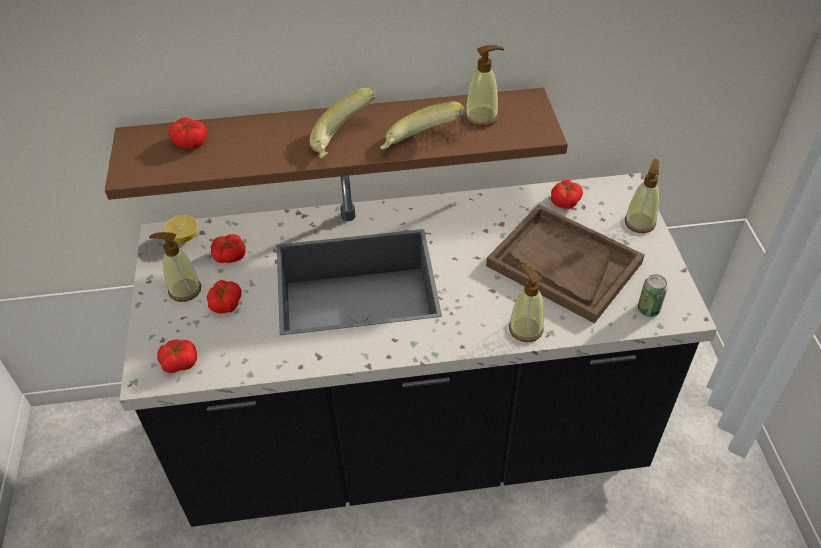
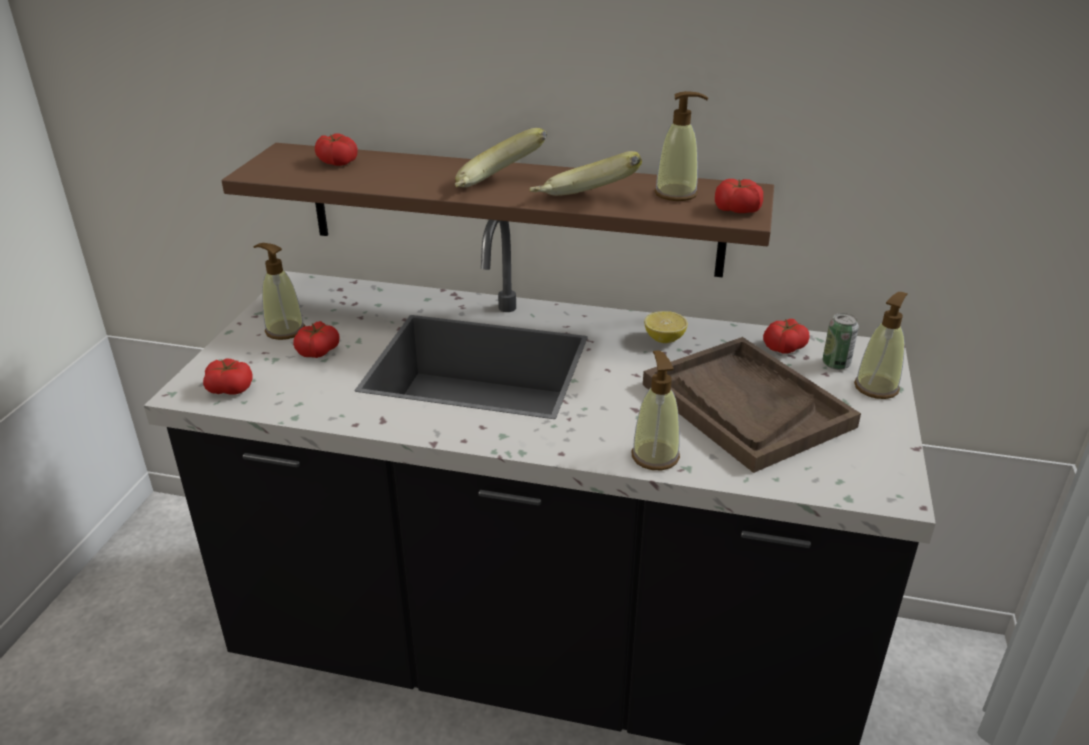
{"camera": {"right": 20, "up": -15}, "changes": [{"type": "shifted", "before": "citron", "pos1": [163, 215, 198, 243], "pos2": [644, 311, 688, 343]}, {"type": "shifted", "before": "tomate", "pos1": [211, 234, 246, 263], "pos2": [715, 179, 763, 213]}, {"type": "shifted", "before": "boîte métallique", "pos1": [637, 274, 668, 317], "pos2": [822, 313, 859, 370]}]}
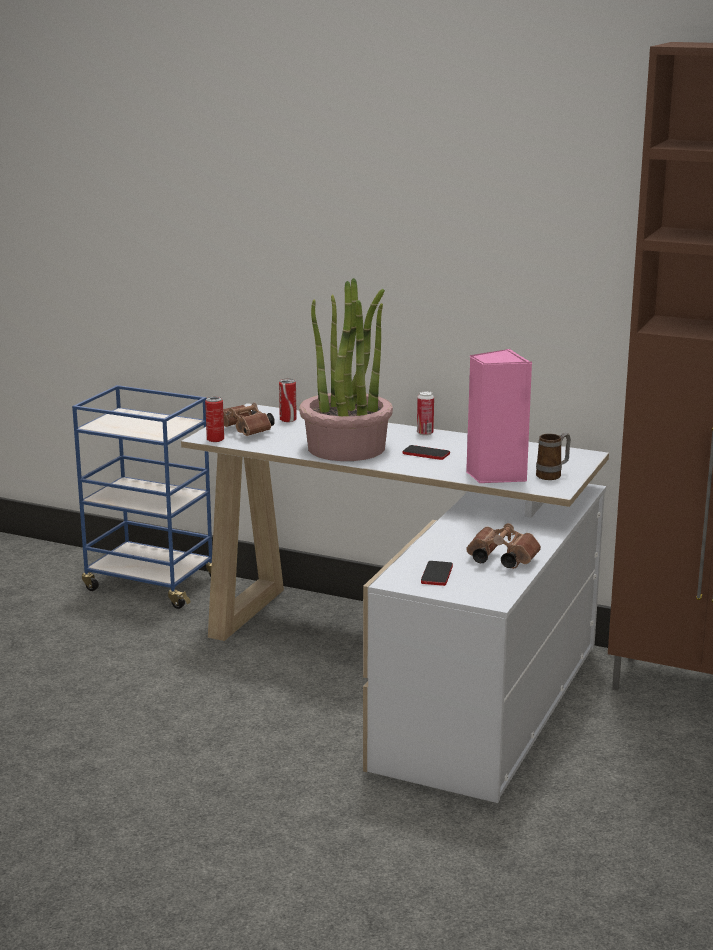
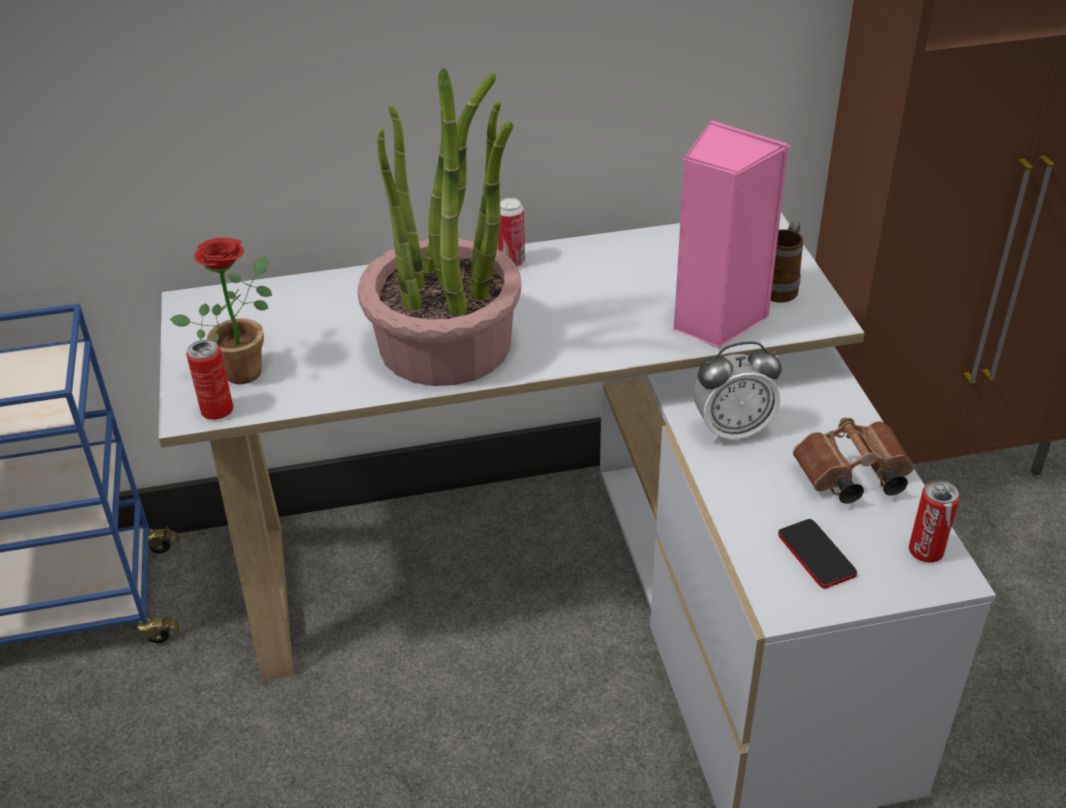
{"camera": {"right": -35, "up": 20}, "changes": [{"type": "gone", "before": "téléphone", "pos1": [402, 445, 450, 460]}, {"type": "new", "after": "réveil", "pos2": [693, 342, 782, 443]}, {"type": "shifted", "before": "boîte métallique", "pos1": [279, 379, 297, 422], "pos2": [909, 480, 960, 563]}, {"type": "swapped", "before": "jumelles (marron)", "after": "plante en pot", "pos1": [223, 403, 275, 436], "pos2": [170, 238, 272, 384]}]}
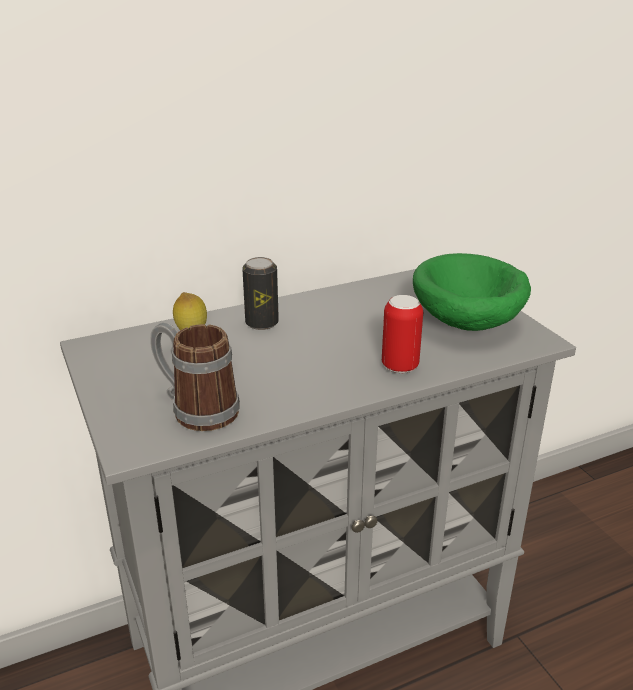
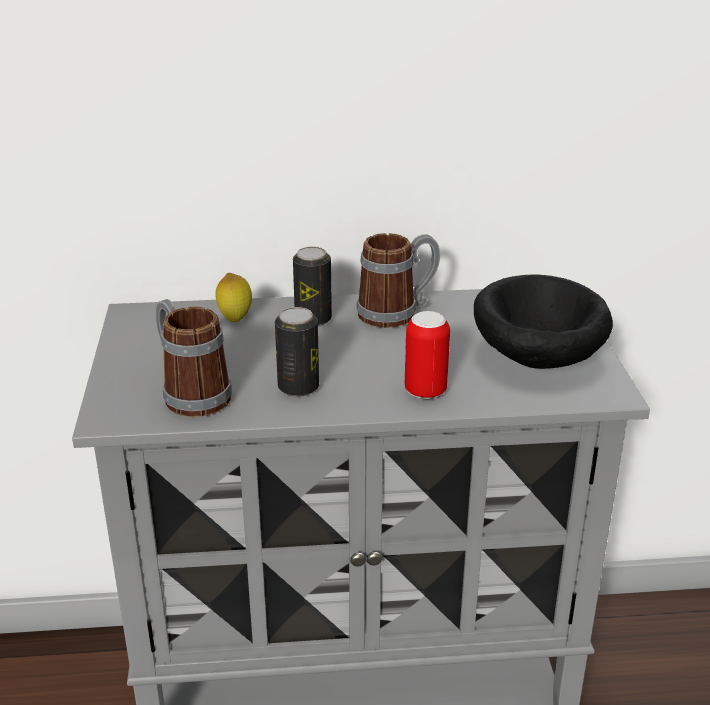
{"camera": {"right": 20, "up": 0}, "changes": [{"type": "new", "after": "boîte métallique", "pos2": [275, 307, 319, 397]}, {"type": "new", "after": "mug", "pos2": [356, 233, 440, 328]}, {"type": "repainted", "before": "bol (vert)", "after": "bol (noir)", "pos1": [413, 253, 531, 331], "pos2": [474, 275, 613, 369]}]}
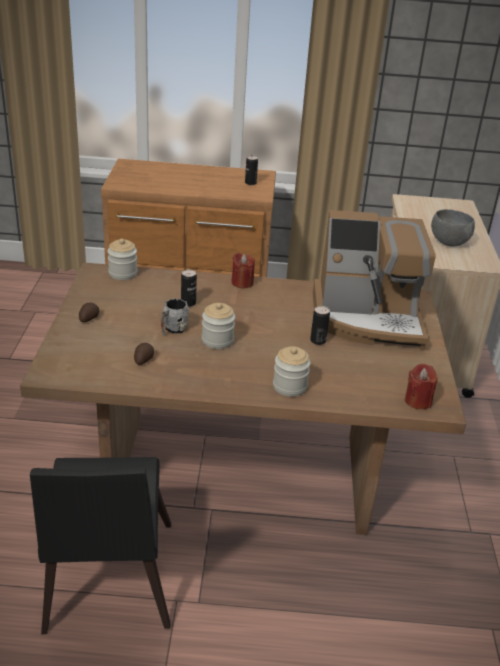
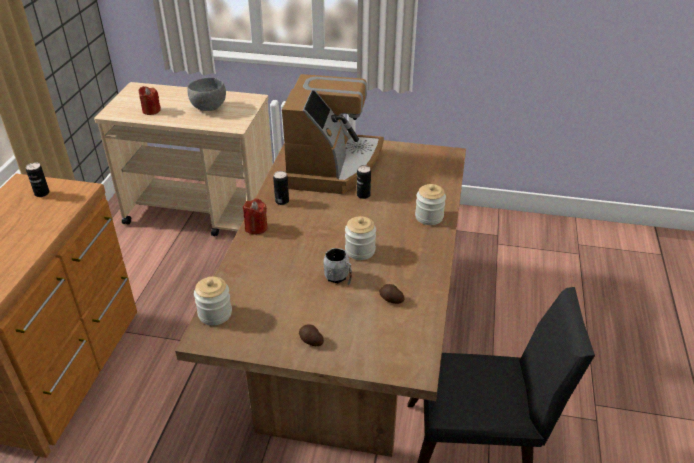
{"camera": {"right": -80, "up": 5}, "changes": [{"type": "shifted", "before": "boîte métallique", "pos1": [181, 269, 197, 307], "pos2": [273, 171, 289, 205]}, {"type": "shifted", "before": "bougie (rouge)", "pos1": [405, 364, 438, 409], "pos2": [139, 86, 161, 115]}]}
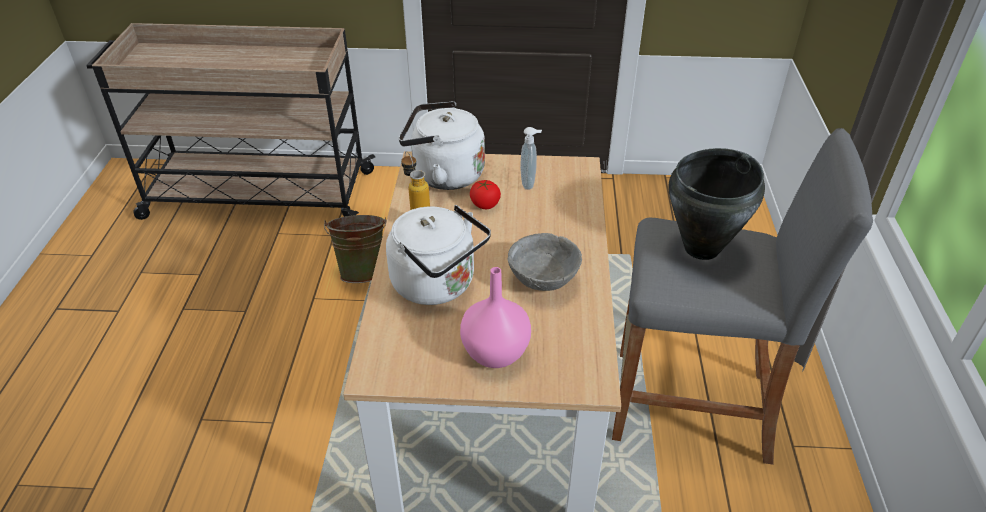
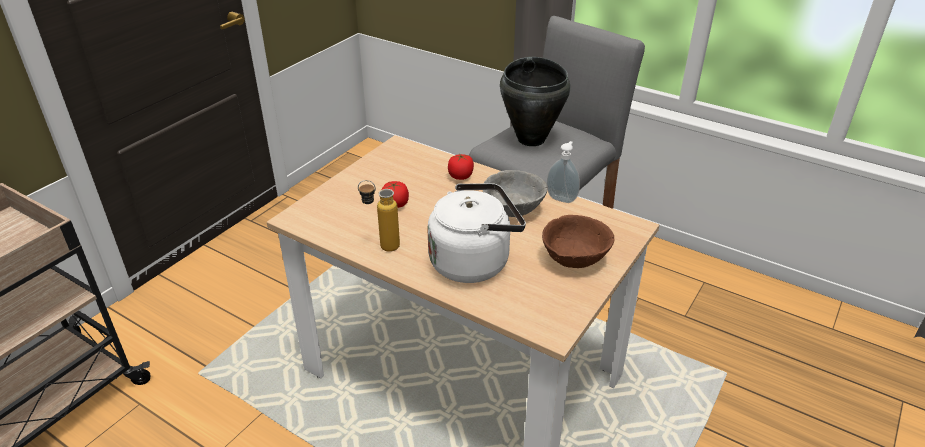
{"camera": {"right": -60, "up": -5}, "changes": [{"type": "gone", "before": "seau (vert)", "pos1": [324, 215, 387, 283]}, {"type": "gone", "before": "bouilloire (blanc)", "pos1": [399, 101, 485, 190]}, {"type": "new", "after": "tomate", "pos2": [448, 153, 474, 180]}, {"type": "shifted", "before": "distributeur de savon", "pos1": [520, 127, 542, 190], "pos2": [547, 141, 580, 203]}, {"type": "swapped", "before": "vase (rose)", "after": "bol (marron)", "pos1": [460, 267, 531, 368], "pos2": [542, 215, 615, 268]}]}
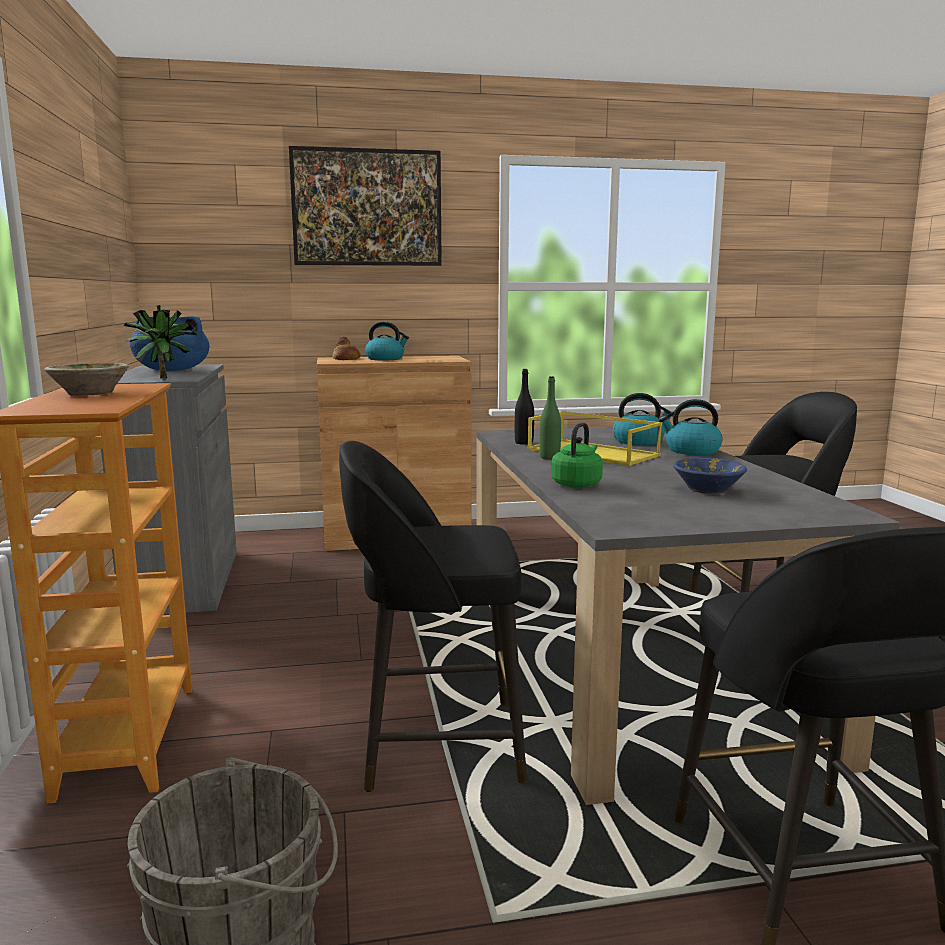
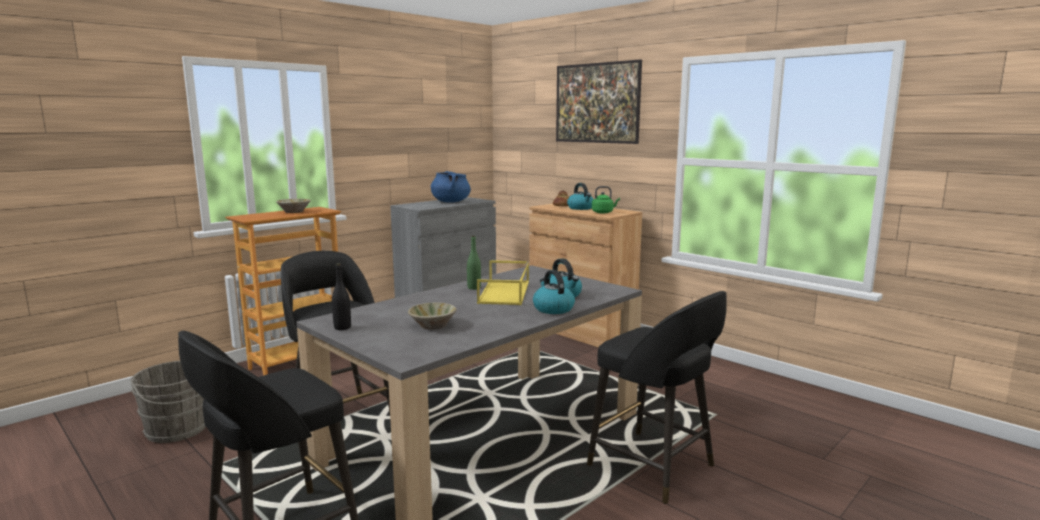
{"camera": {"right": 55, "up": 0}, "changes": [{"type": "gone", "before": "plante en pot", "pos1": [124, 305, 196, 379]}, {"type": "shifted", "before": "bouteille (noir)", "pos1": [515, 369, 534, 445], "pos2": [332, 263, 351, 330]}, {"type": "shifted", "before": "bouilloire (vert)", "pos1": [551, 422, 603, 488], "pos2": [592, 186, 620, 214]}, {"type": "repainted", "before": "bol (bleu)", "after": "bol (beige)", "pos1": [673, 458, 747, 494], "pos2": [408, 302, 457, 330]}]}
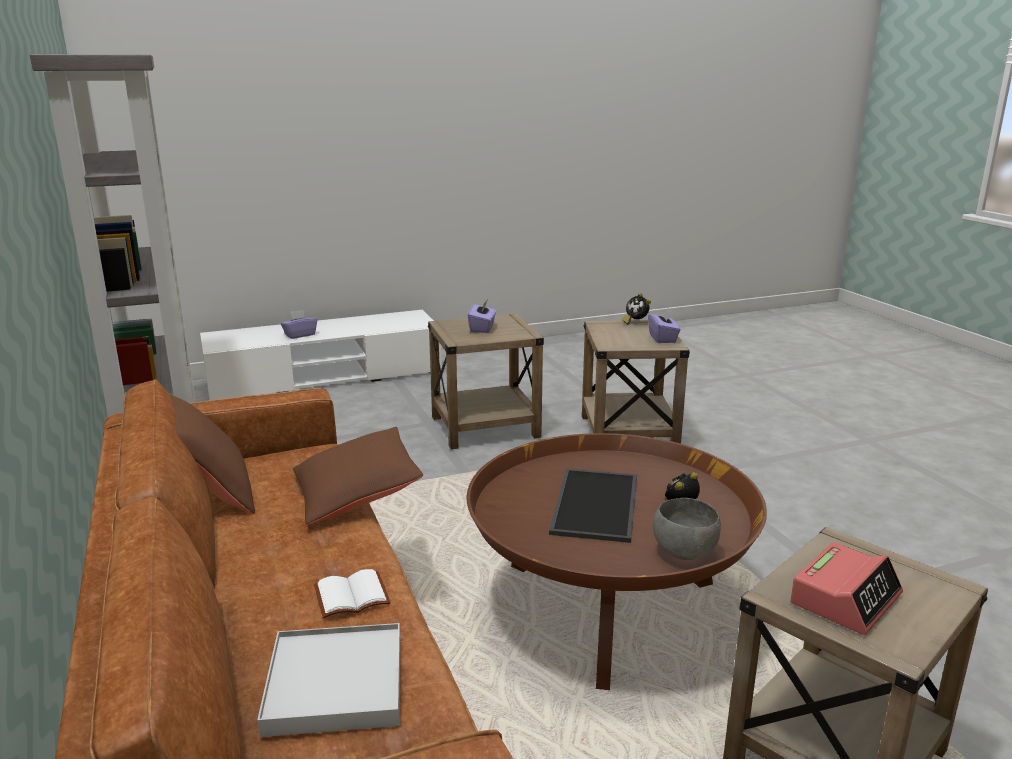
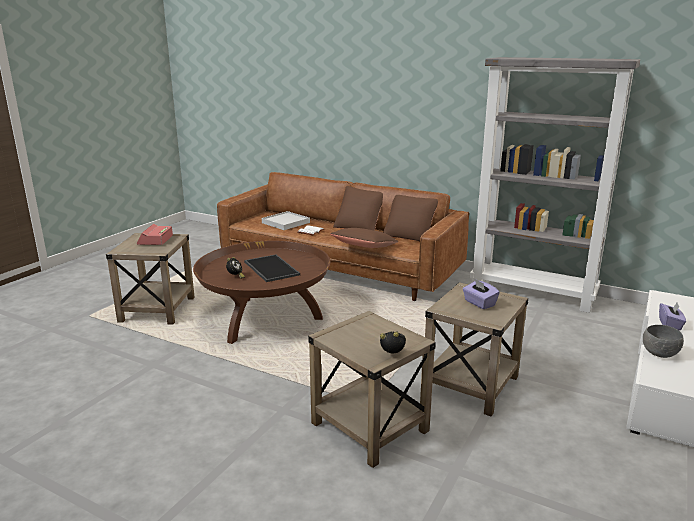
{"camera": {"right": 140, "up": 0}, "changes": [{"type": "gone", "before": "boîte à mouchoirs (violet)", "pos1": [648, 308, 681, 343]}, {"type": "new", "after": "coussin (marron)", "pos2": [333, 186, 383, 231]}, {"type": "shifted", "before": "bol (gris)", "pos1": [653, 498, 721, 560], "pos2": [643, 325, 684, 358]}]}
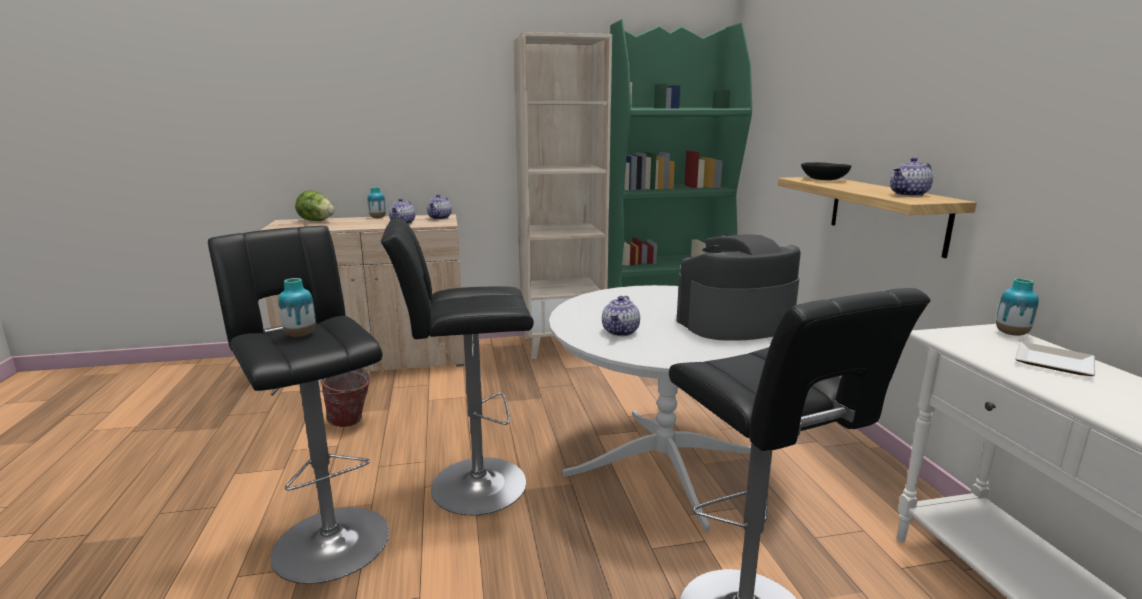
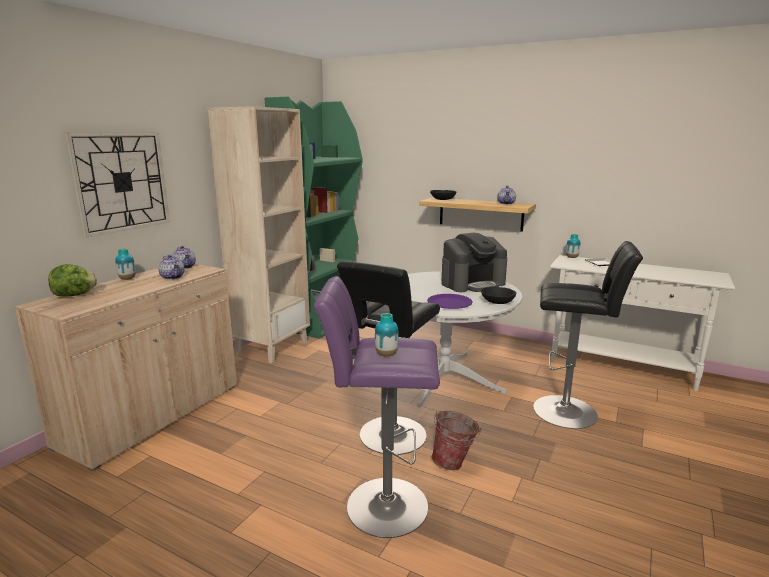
{"camera": {"right": -50, "up": 0}, "changes": [{"type": "new", "after": "horloge murale", "pos2": [65, 132, 170, 238]}, {"type": "new", "after": "bol (noir)", "pos2": [481, 287, 516, 304]}, {"type": "shifted", "before": "seau", "pos1": [320, 368, 372, 427], "pos2": [432, 411, 482, 470]}, {"type": "swapped", "before": "théière", "after": "assiette (violet)", "pos1": [602, 296, 640, 336], "pos2": [427, 294, 473, 309]}, {"type": "repainted", "before": "tabouret (noir)", "after": "tabouret (violet)", "pos1": [208, 226, 389, 584], "pos2": [313, 276, 440, 538]}, {"type": "rotated", "before": "machine à café", "pos1": [676, 234, 801, 341], "pos2": [441, 233, 507, 292], "turn": -135}]}
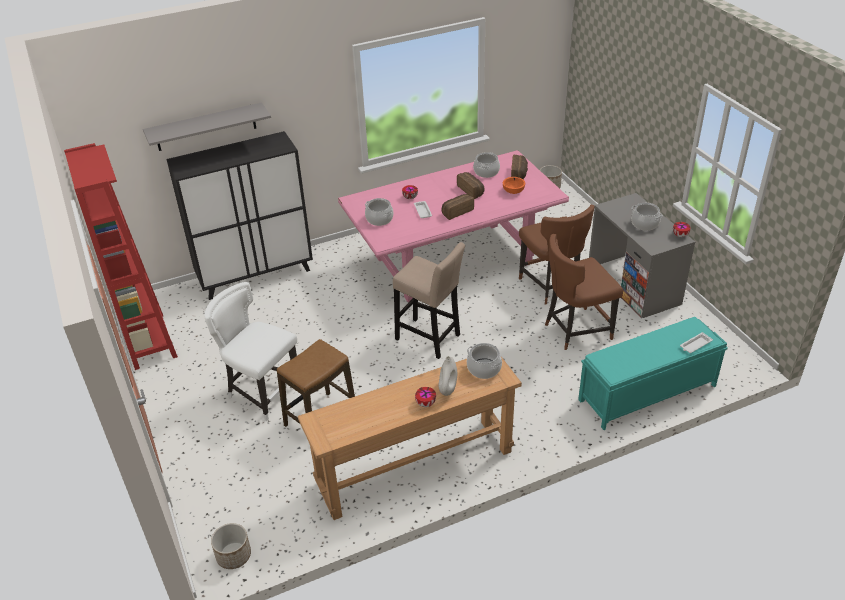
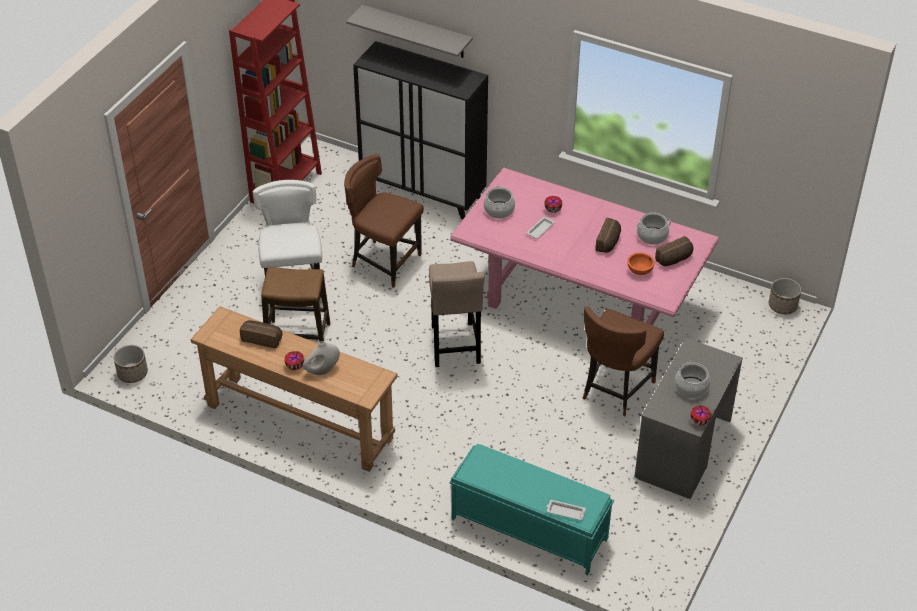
{"camera": {"right": 50, "up": 5}, "changes": [{"type": "gone", "before": "marmite", "pos1": [467, 343, 502, 379]}, {"type": "shifted", "before": "pain", "pos1": [442, 194, 474, 220], "pos2": [240, 320, 282, 348]}, {"type": "shifted", "before": "chaise (marron)", "pos1": [545, 234, 623, 350], "pos2": [344, 154, 424, 288]}]}
